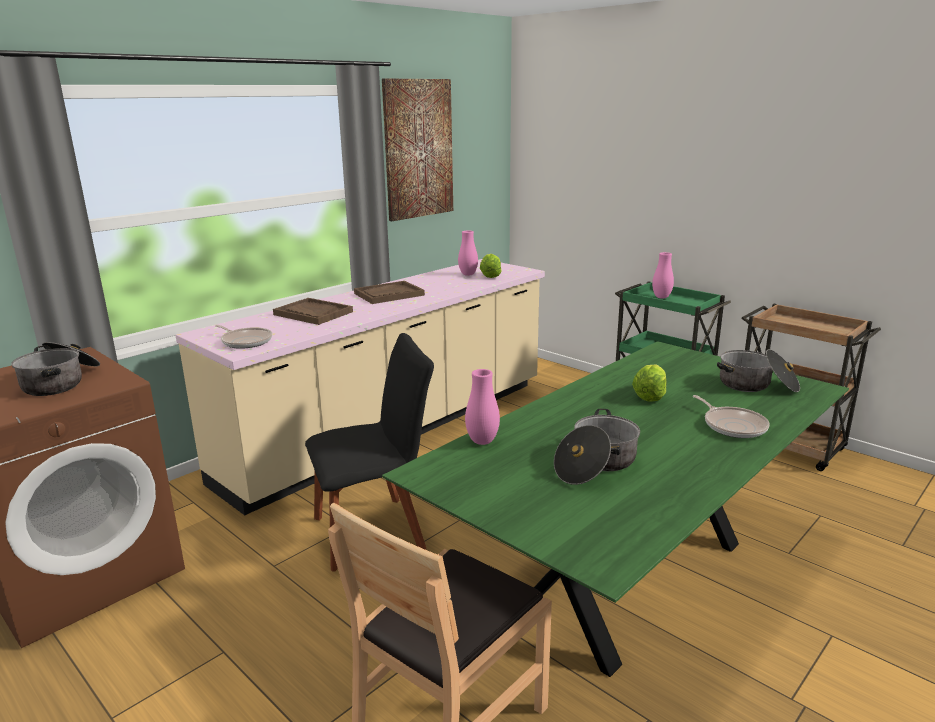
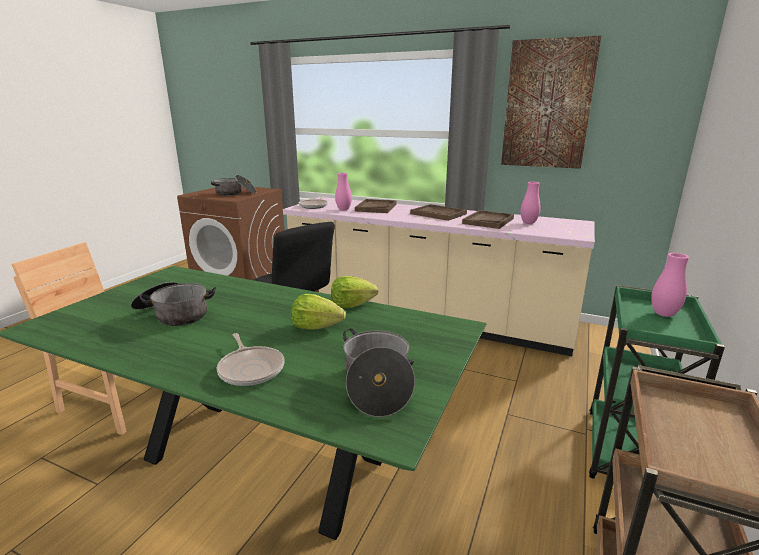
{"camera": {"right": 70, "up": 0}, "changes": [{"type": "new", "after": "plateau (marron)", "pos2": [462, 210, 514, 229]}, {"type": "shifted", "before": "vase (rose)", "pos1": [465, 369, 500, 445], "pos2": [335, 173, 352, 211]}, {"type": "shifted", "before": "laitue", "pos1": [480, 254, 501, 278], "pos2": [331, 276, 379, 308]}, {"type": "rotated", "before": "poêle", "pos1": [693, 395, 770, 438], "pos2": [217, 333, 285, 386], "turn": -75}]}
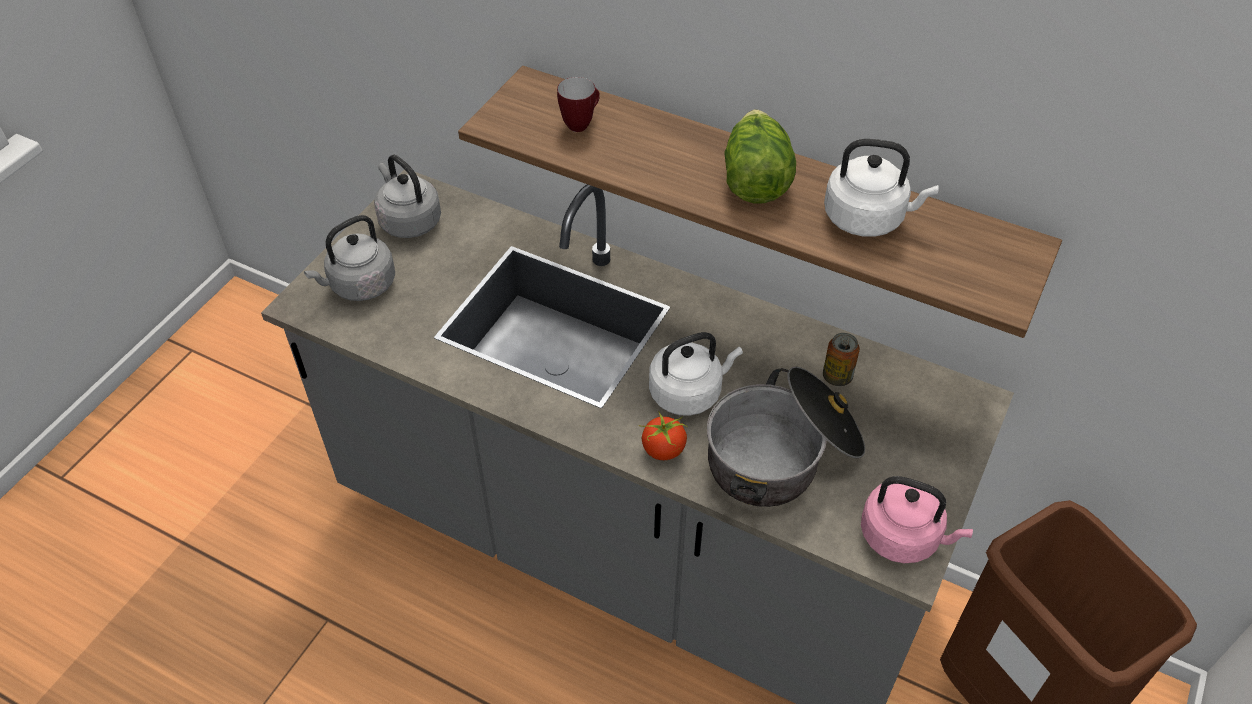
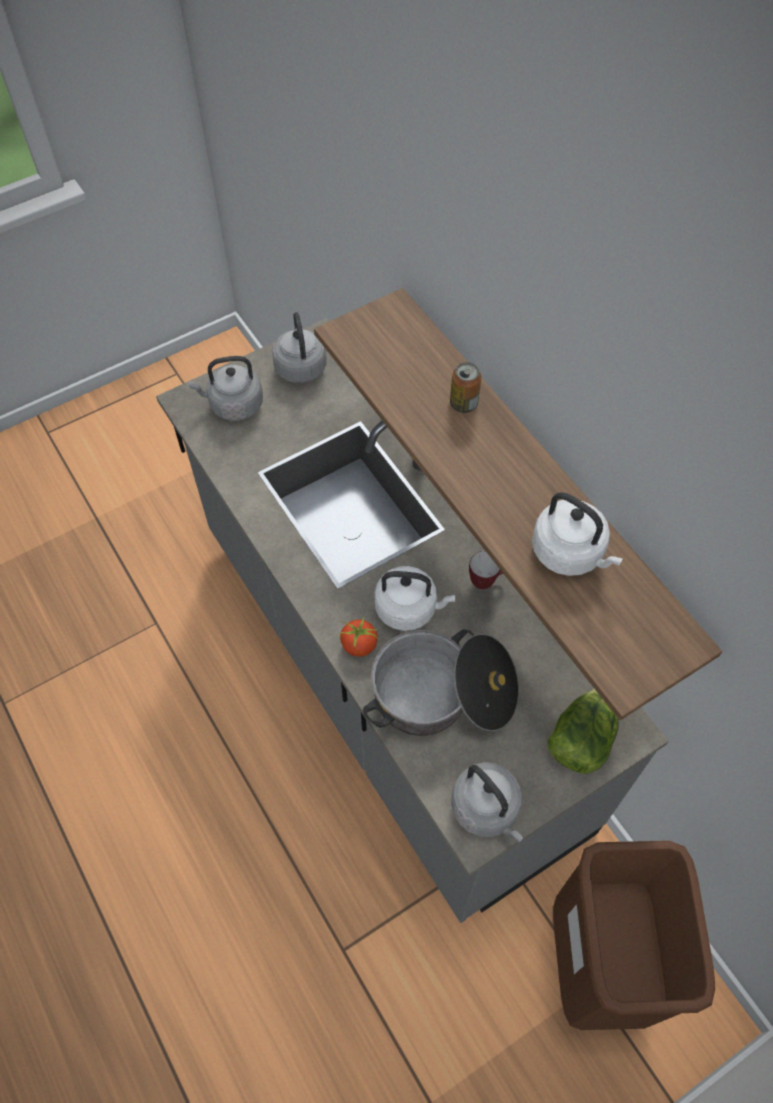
{"camera": {"right": 30, "up": 10}, "changes": [{"type": "shifted", "before": "mug", "pos1": [557, 77, 600, 132], "pos2": [469, 551, 503, 589]}, {"type": "shifted", "before": "laitue", "pos1": [724, 109, 796, 203], "pos2": [547, 689, 619, 774]}, {"type": "shifted", "before": "boîte métallique", "pos1": [823, 333, 860, 386], "pos2": [450, 362, 481, 413]}, {"type": "repainted", "before": "bouilloire (rose)", "after": "bouilloire (gris)", "pos1": [861, 476, 973, 563], "pos2": [451, 762, 524, 843]}]}
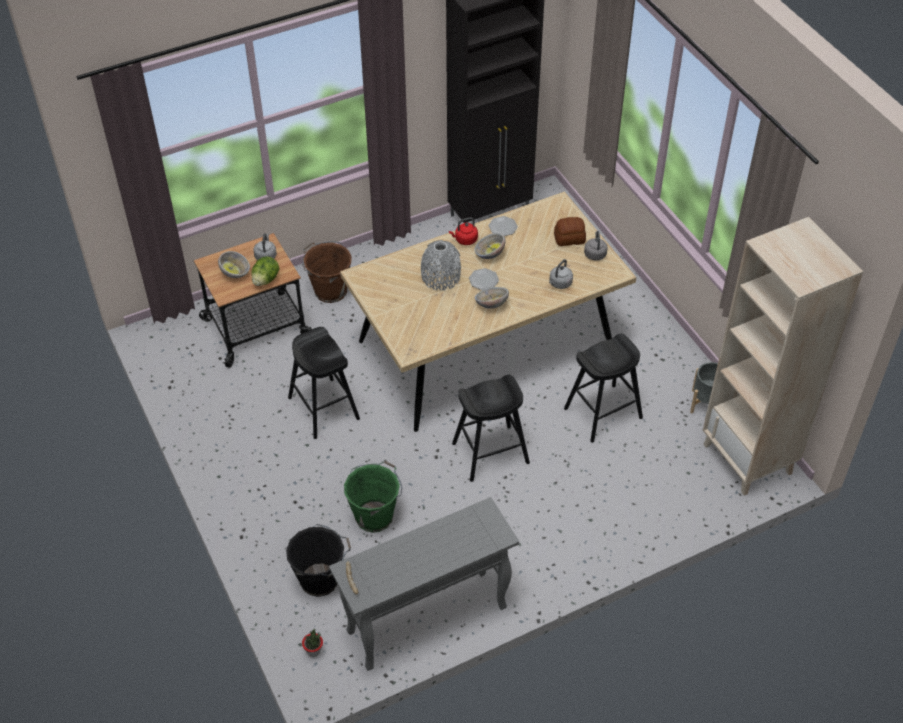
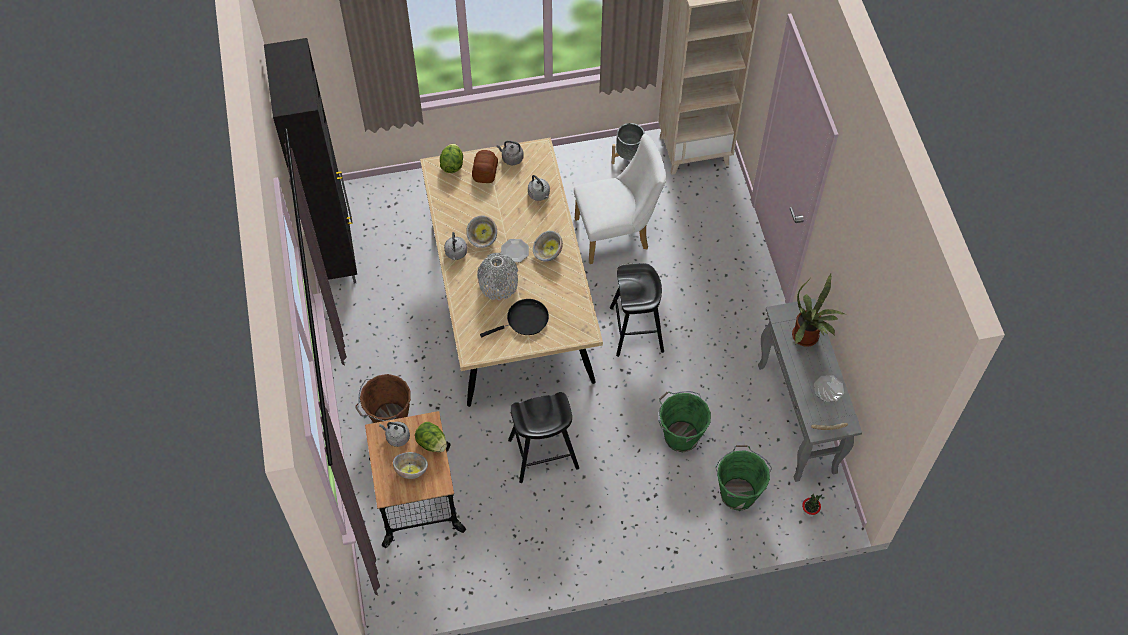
{"camera": {"right": -75, "up": 10}, "changes": [{"type": "new", "after": "laitue", "pos2": [440, 143, 463, 173]}, {"type": "new", "after": "poêle (noir)", "pos2": [480, 299, 549, 337]}, {"type": "new", "after": "plante en pot", "pos2": [792, 274, 844, 347]}, {"type": "shifted", "before": "assiette", "pos1": [489, 216, 518, 236], "pos2": [814, 375, 844, 402]}, {"type": "swapped", "before": "tabouret (noir)", "after": "chaise (blanc)", "pos1": [564, 333, 643, 443], "pos2": [574, 134, 666, 264]}, {"type": "repainted", "before": "seau (noir)", "after": "seau (vert)", "pos1": [286, 524, 351, 597], "pos2": [715, 445, 772, 511]}, {"type": "repainted", "before": "bouilloire (rouge)", "after": "bouilloire (gris)", "pos1": [449, 218, 478, 245], "pos2": [444, 232, 467, 260]}]}
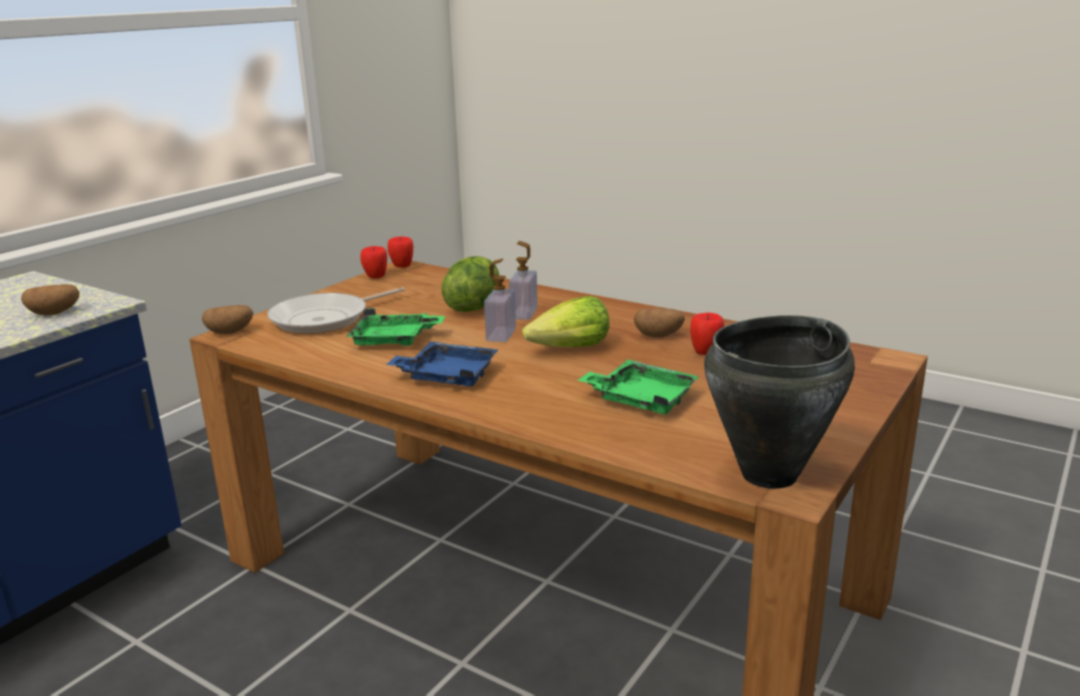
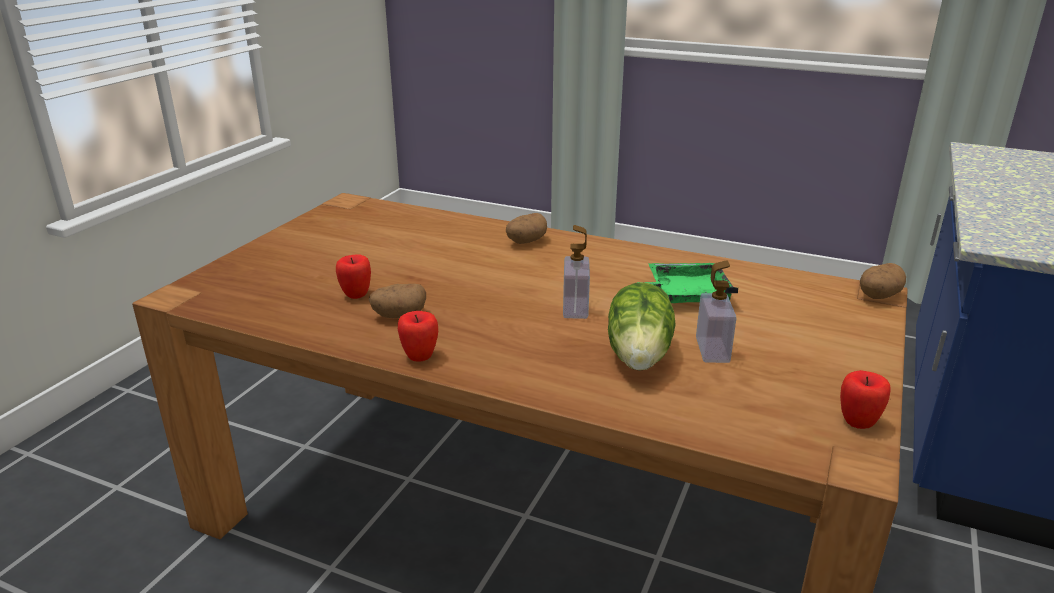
{"camera": {"right": 170, "up": 5}, "changes": [{"type": "gone", "before": "poêle", "pos1": [267, 287, 405, 334]}, {"type": "gone", "before": "plateau (bleu)", "pos1": [386, 341, 498, 387]}, {"type": "gone", "before": "laitue", "pos1": [522, 296, 610, 347]}, {"type": "gone", "before": "plateau (vert)", "pos1": [578, 359, 700, 415]}, {"type": "gone", "before": "marmite (noir)", "pos1": [704, 315, 855, 489]}, {"type": "shifted", "before": "pomme de terre", "pos1": [21, 284, 80, 315], "pos2": [506, 213, 547, 244]}, {"type": "shifted", "before": "pomme", "pos1": [388, 236, 413, 268], "pos2": [398, 311, 438, 362]}, {"type": "shifted", "before": "distributeur de savon", "pos1": [509, 241, 538, 320], "pos2": [696, 260, 737, 363]}]}
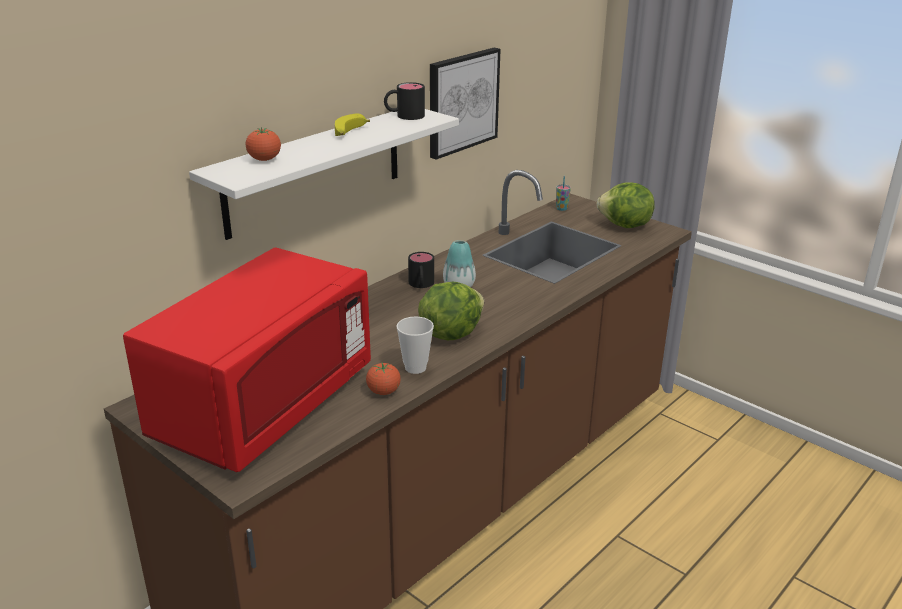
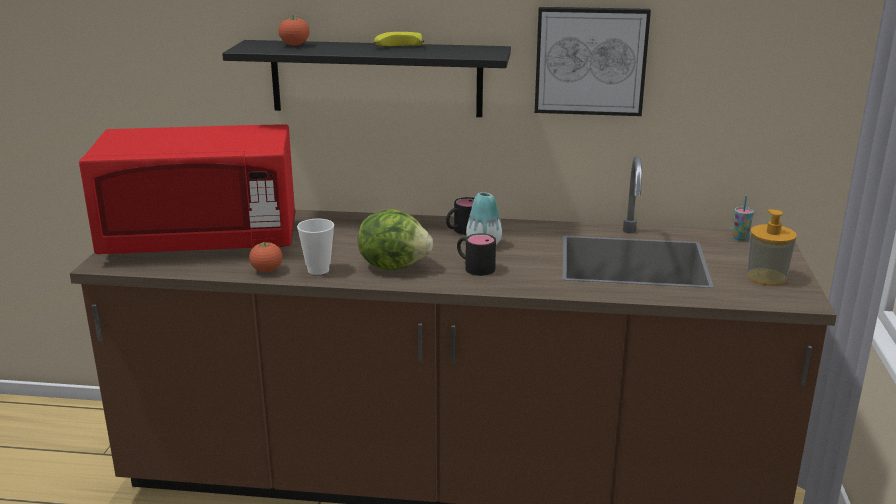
{"camera": {"right": 55, "up": -5}, "changes": [{"type": "shifted", "before": "mug (noir)", "pos1": [384, 82, 425, 120], "pos2": [457, 234, 496, 276]}, {"type": "swapped", "before": "laitue", "after": "distributeur de savon", "pos1": [596, 182, 654, 228], "pos2": [747, 209, 797, 286]}, {"type": "repainted", "before": "étagère (blanc)", "after": "étagère (noir)", "pos1": [189, 109, 459, 240], "pos2": [222, 40, 511, 117]}]}
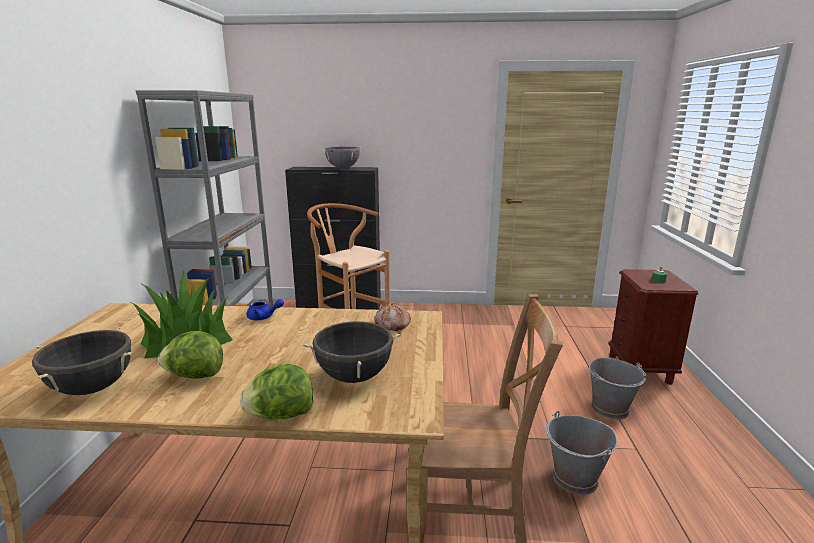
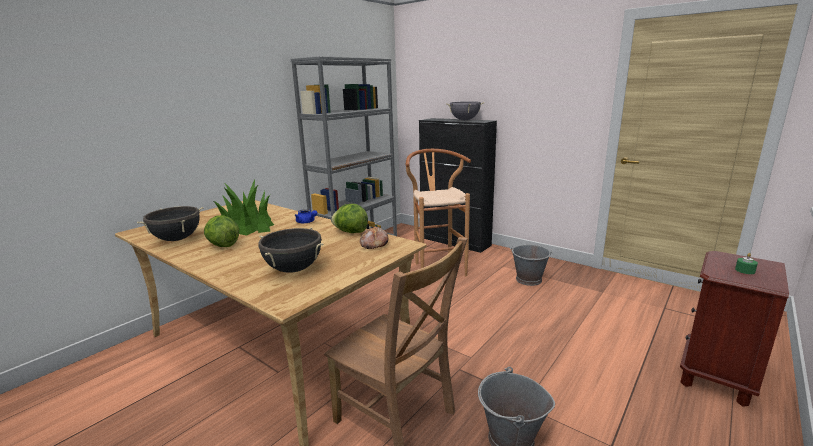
{"camera": {"right": 35, "up": 0}, "changes": [{"type": "shifted", "before": "laitue", "pos1": [240, 364, 313, 419], "pos2": [331, 204, 368, 233]}, {"type": "shifted", "before": "seau (gris)", "pos1": [589, 358, 647, 420], "pos2": [510, 245, 553, 286]}]}
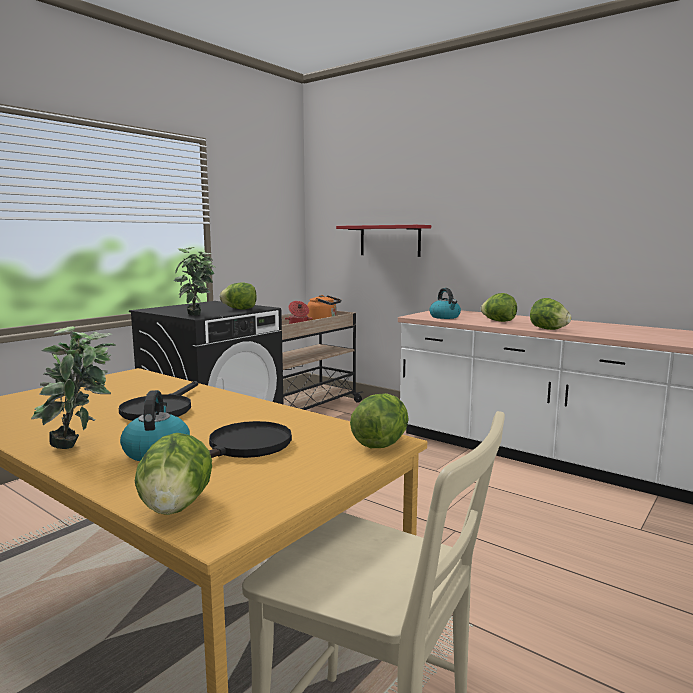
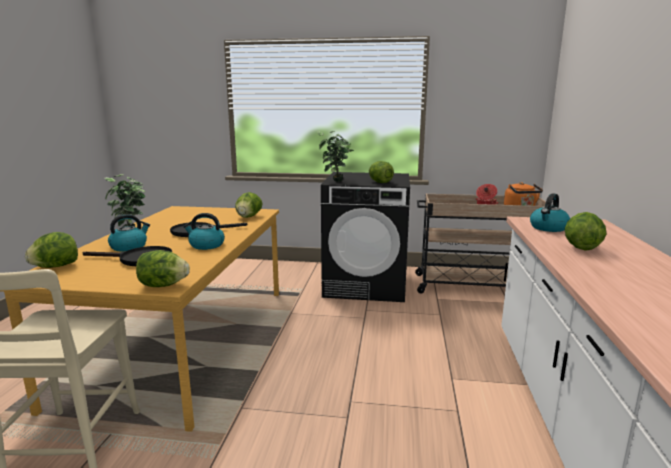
{"camera": {"right": 60, "up": 5}, "changes": [{"type": "gone", "before": "étagère (rouge)", "pos1": [336, 225, 431, 257]}, {"type": "new", "after": "bouilloire", "pos2": [183, 213, 225, 250]}, {"type": "shifted", "before": "laitue", "pos1": [530, 298, 571, 330], "pos2": [235, 192, 263, 218]}]}
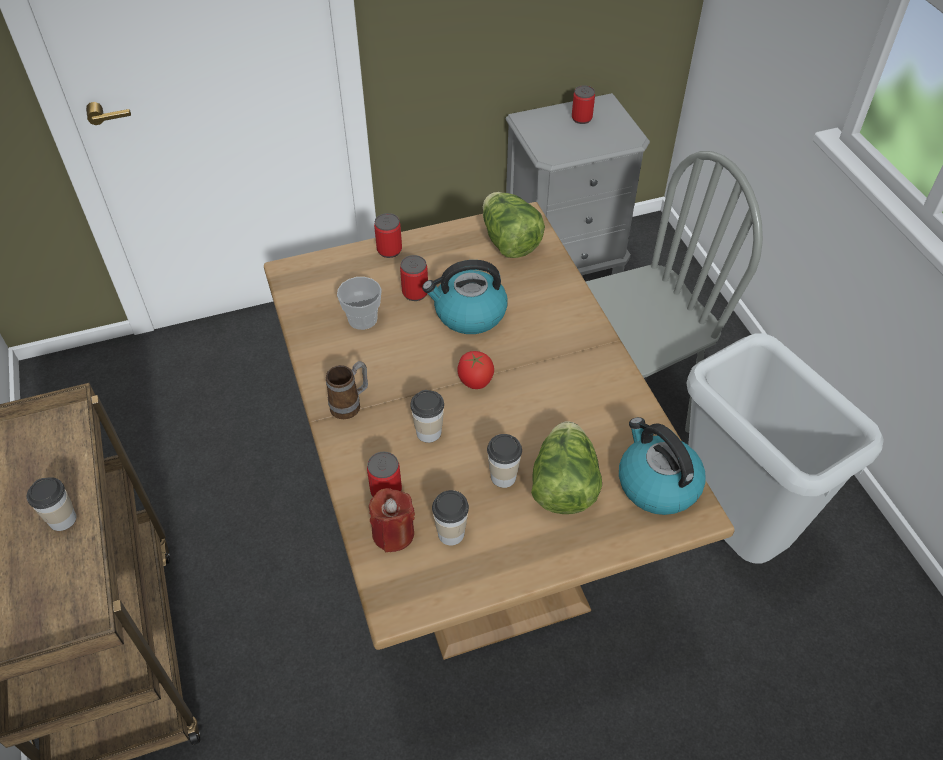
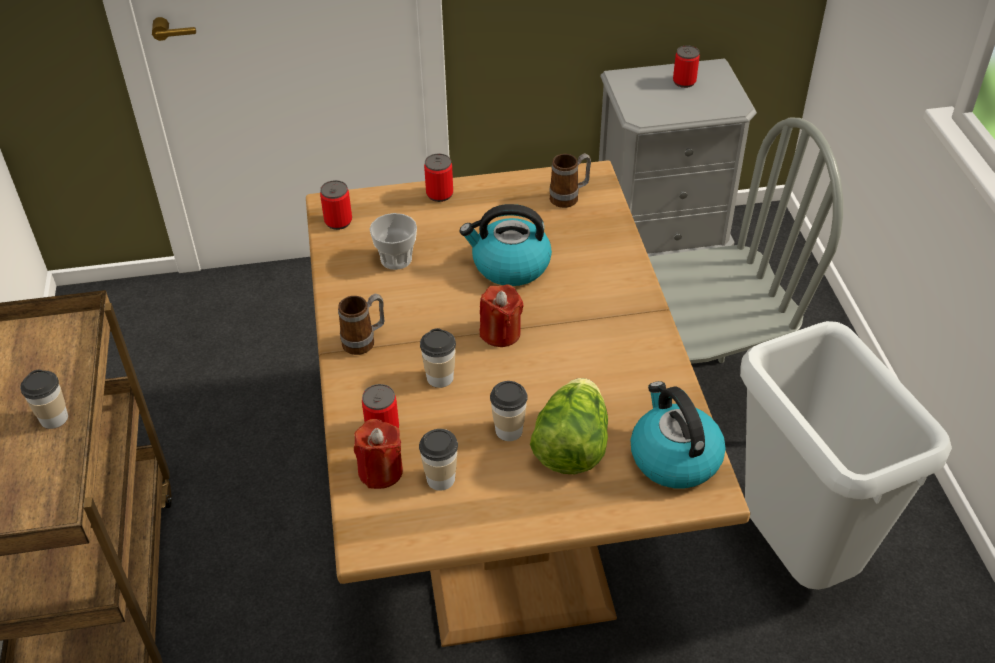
{"camera": {"right": 10, "up": -5}, "changes": [{"type": "shifted", "before": "boîte métallique", "pos1": [400, 255, 428, 301], "pos2": [320, 180, 352, 230]}, {"type": "swapped", "before": "tomate", "after": "bougie (rouge)", "pos1": [457, 351, 494, 389], "pos2": [480, 284, 524, 347]}, {"type": "swapped", "before": "laitue", "after": "mug", "pos1": [483, 192, 545, 258], "pos2": [549, 153, 591, 208]}]}
